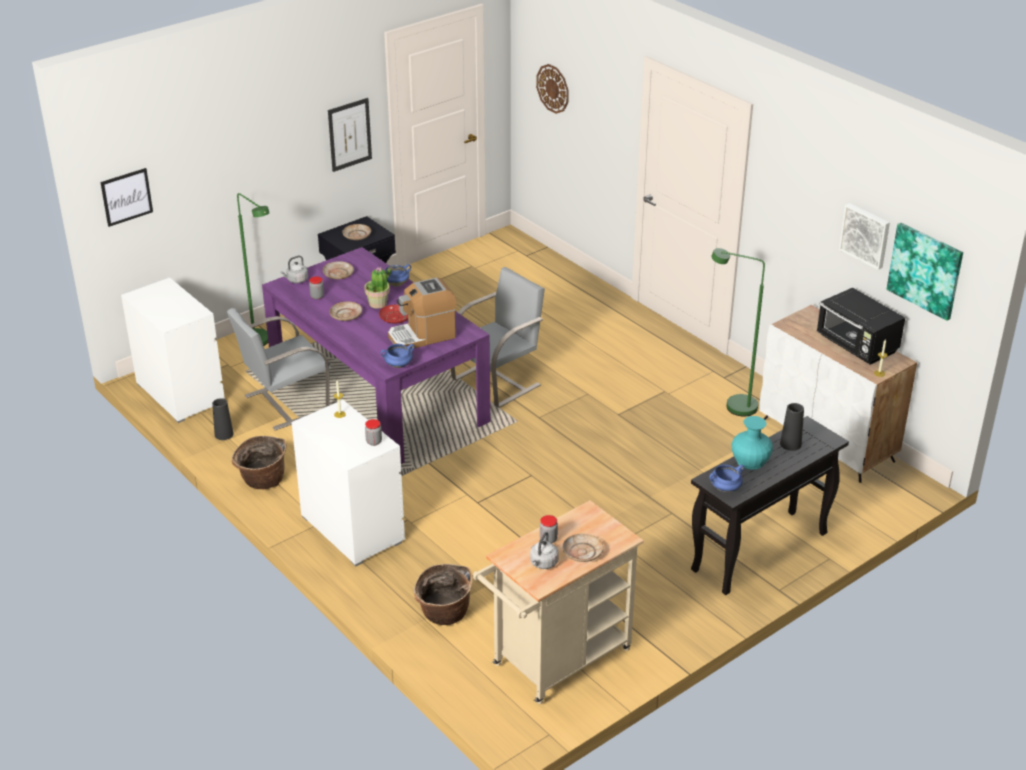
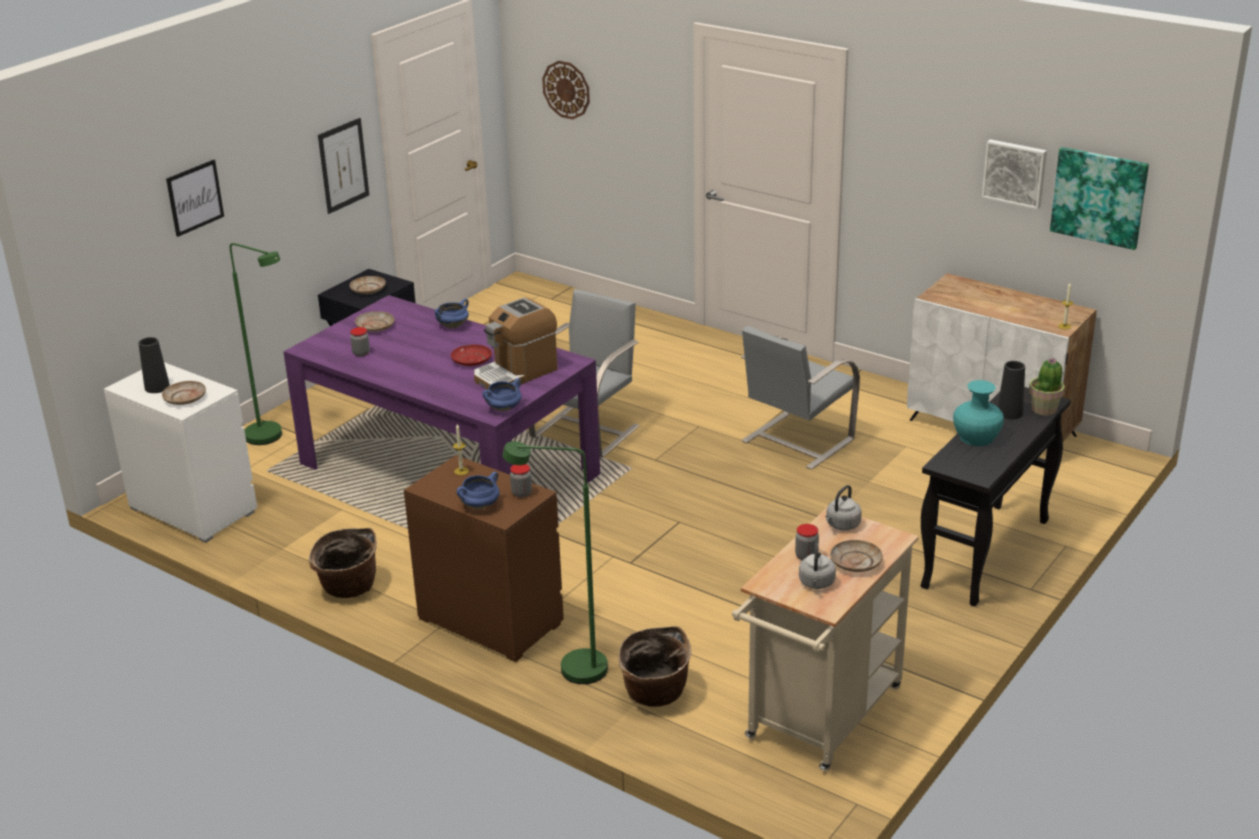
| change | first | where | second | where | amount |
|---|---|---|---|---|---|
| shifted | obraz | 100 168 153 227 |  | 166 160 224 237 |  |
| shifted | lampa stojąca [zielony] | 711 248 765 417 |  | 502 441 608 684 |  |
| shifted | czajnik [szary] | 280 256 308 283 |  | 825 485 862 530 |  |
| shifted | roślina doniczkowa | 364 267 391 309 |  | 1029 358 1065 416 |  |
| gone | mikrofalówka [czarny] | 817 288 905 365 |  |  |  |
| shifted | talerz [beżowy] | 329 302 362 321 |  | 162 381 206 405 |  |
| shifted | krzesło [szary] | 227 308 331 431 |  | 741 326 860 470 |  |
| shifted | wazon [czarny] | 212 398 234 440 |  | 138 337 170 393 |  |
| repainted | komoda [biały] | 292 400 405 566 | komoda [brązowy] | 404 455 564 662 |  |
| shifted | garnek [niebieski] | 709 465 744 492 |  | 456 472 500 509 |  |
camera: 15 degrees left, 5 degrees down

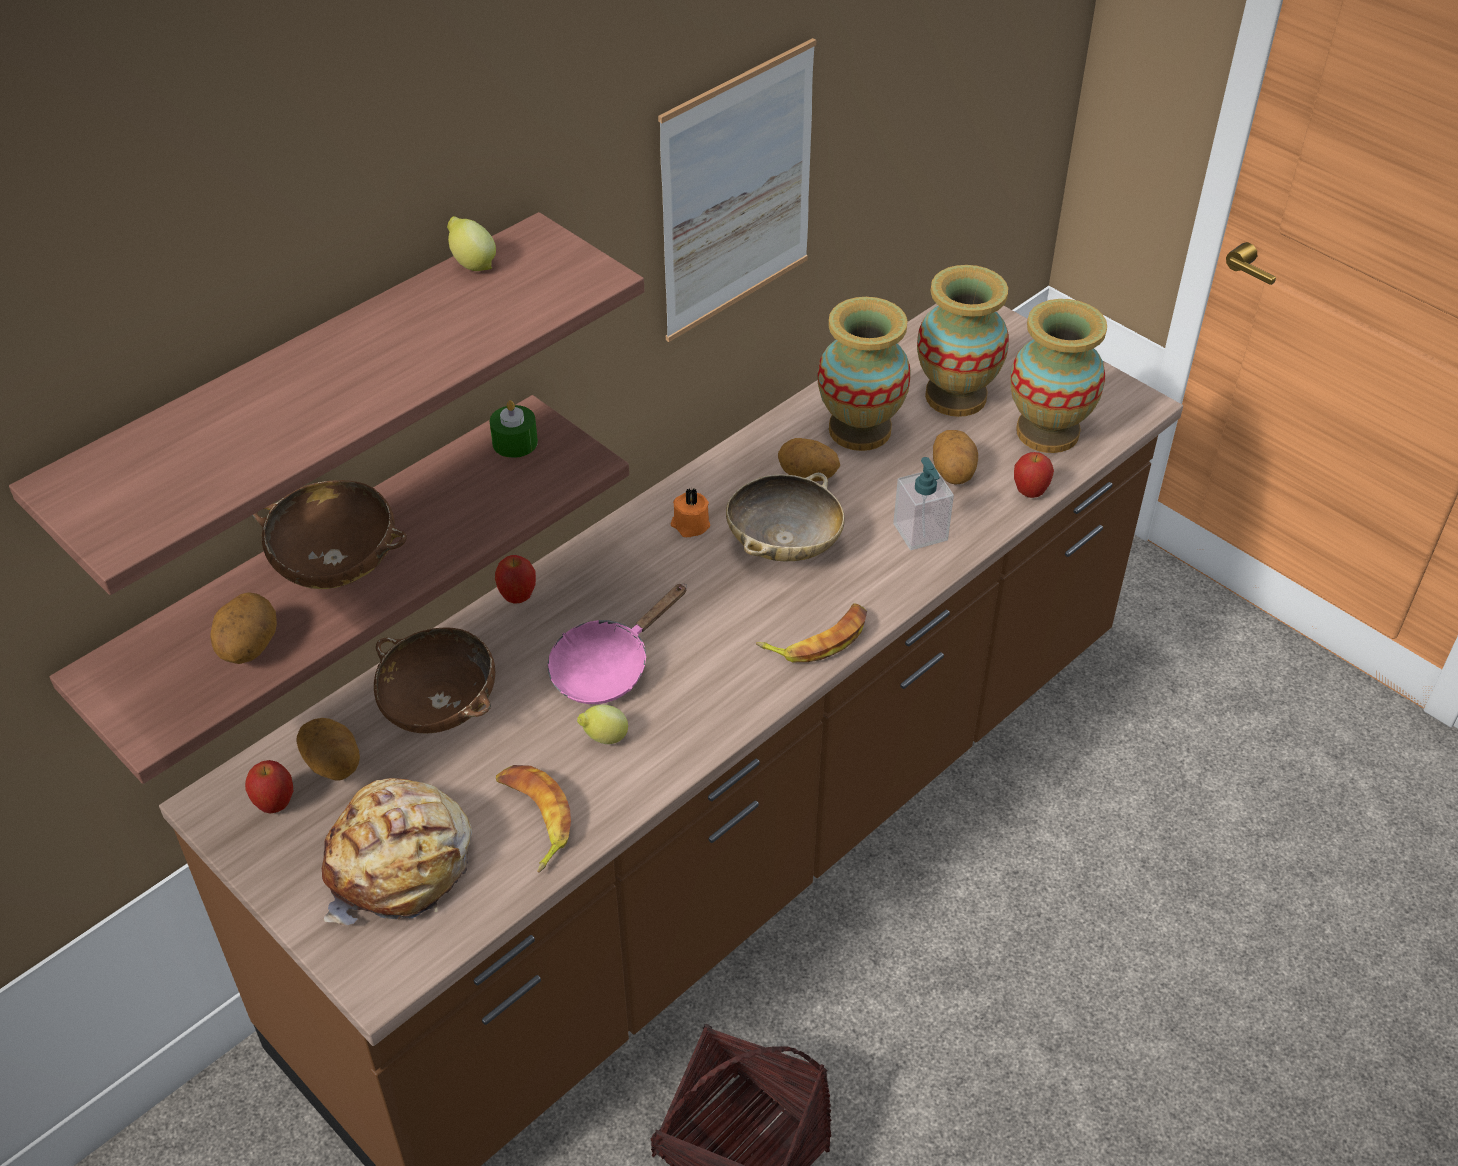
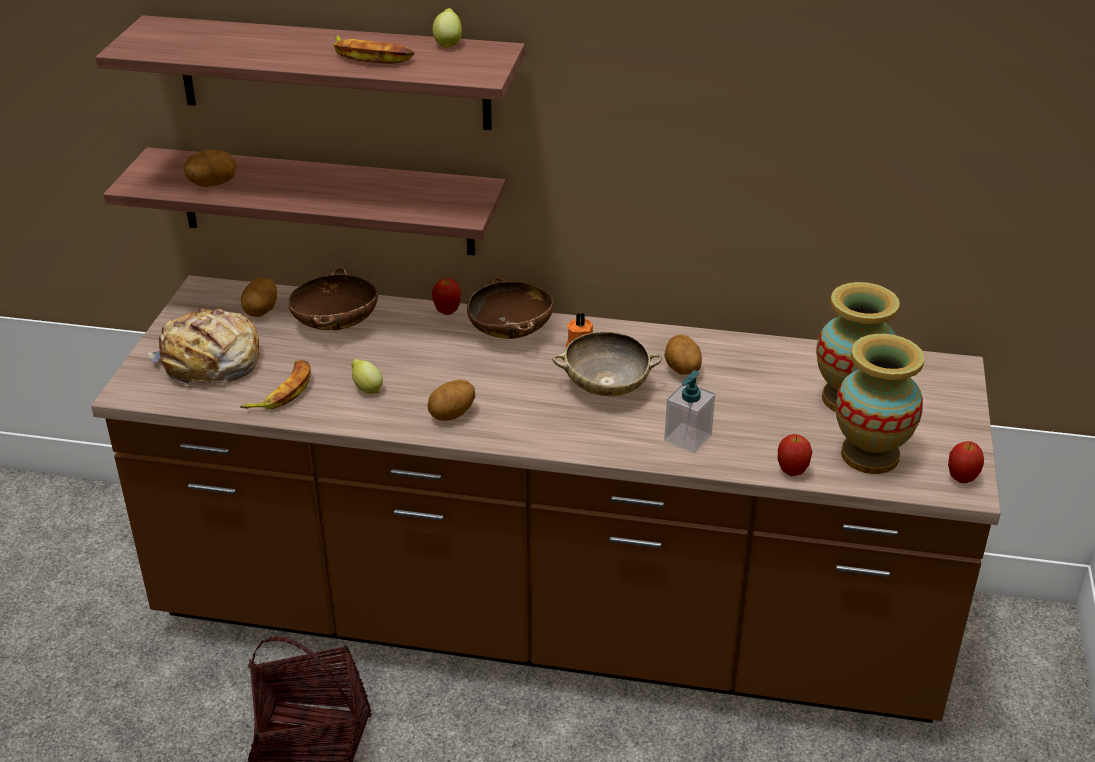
| change | first | where | second | where | amount |
|---|---|---|---|---|---|
| gone | obraz | 658 38 816 342 |  |  |  |
| gone | wazon | 818 297 911 451 |  |  |  |
| gone | świeca [zielony] | 489 400 538 458 |  |  |  |
| shifted | ziemniak | 933 430 978 485 |  | 427 379 475 421 |  |
| shifted | miska [brązowy] | 252 480 407 589 |  | 467 277 554 339 |  |
| gone | patelnia [różowy] | 548 584 687 704 |  |  |  |
| shifted | banan | 756 603 867 662 |  | 333 35 415 64 |  |
| shifted | jabłko | 245 760 293 814 |  | 948 441 984 483 |  |
camera: 55 degrees right, 10 degrees down

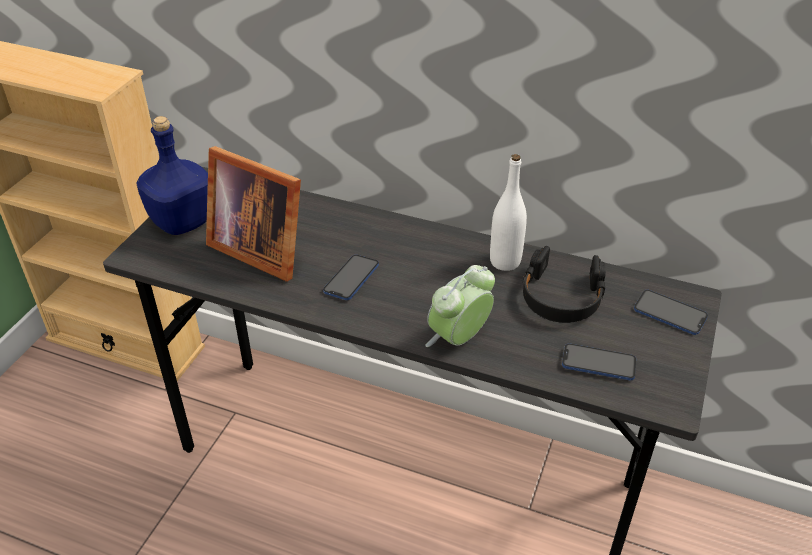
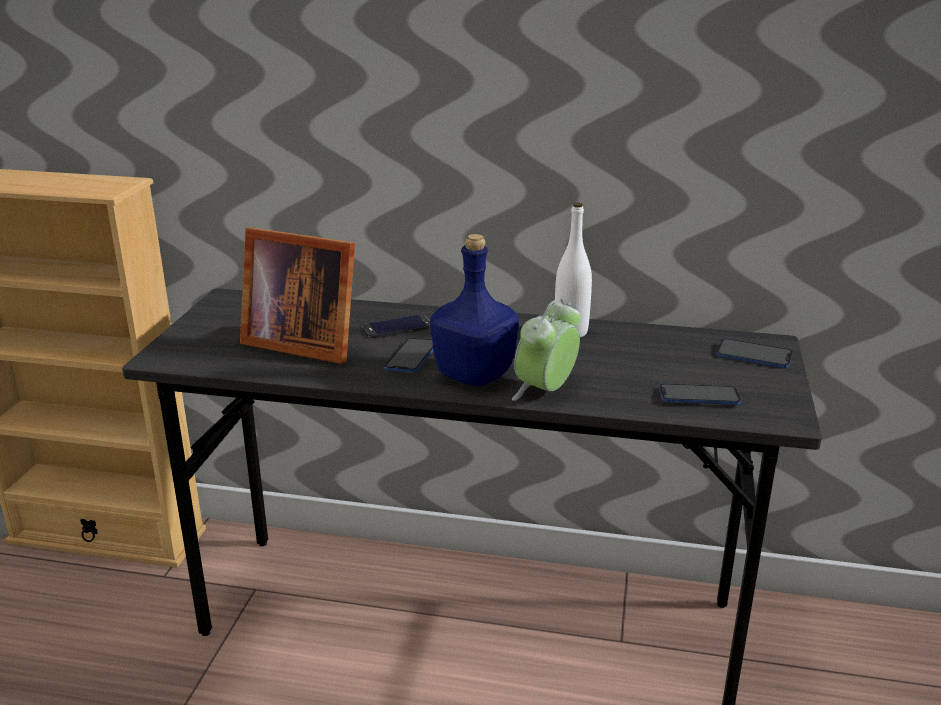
| change | first | where | second | where | amount |
|---|---|---|---|---|---|
| shifted | butelka [niebieski] | 136 116 208 235 |  | 430 234 519 386 |  |
| gone | słuchawki [czarny] | 523 246 606 323 |  |  |  |
| new |  |  | telefon | 363 315 430 339 |  |
camera: 10 degrees left, 15 degrees down

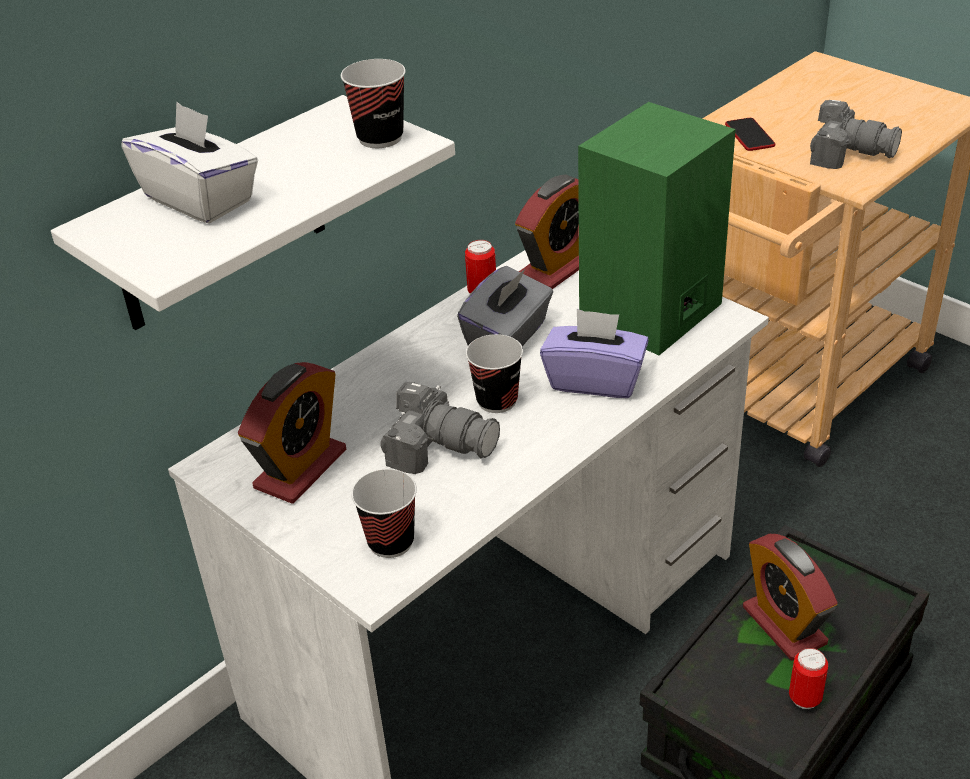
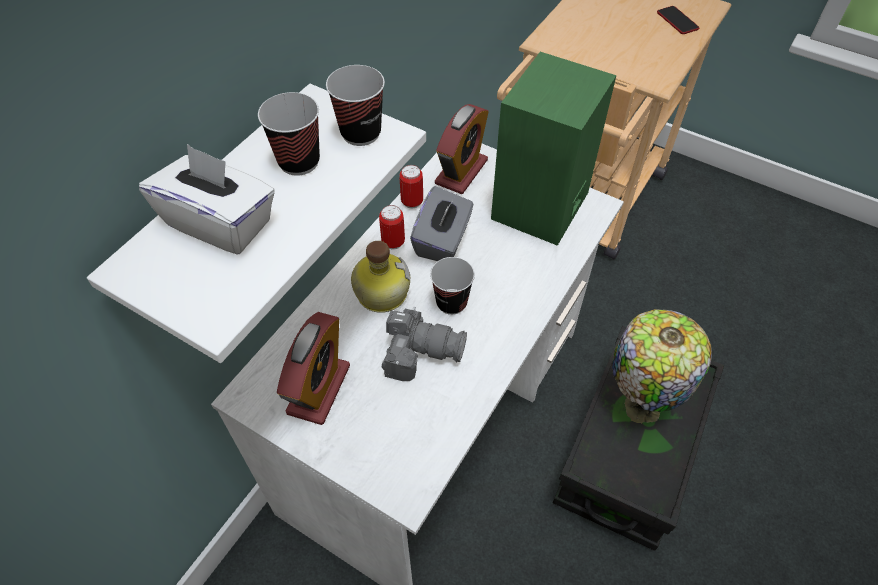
| change | first | where | second | where | amount |
|---|---|---|---|---|---|
| gone | aparat fotograficzny | 810 100 902 169 |  |  |  |
| shifted | telefon | 725 118 775 151 |  | 657 6 699 34 |  |
| gone | pudełko chusteczek [fioletowy] | 540 309 649 398 |  |  |  |
| shifted | filiżanka | 351 469 417 558 |  | 258 92 320 176 |  |
| swapped | budzik | 743 534 838 660 | lampa stołowa | 612 309 712 424 |  |
| shifted | puszka | 789 648 828 709 |  | 379 205 405 249 |  |
| new |  |  | butelka | 351 241 410 313 |  |
camera: 15 degrees left, 15 degrees up

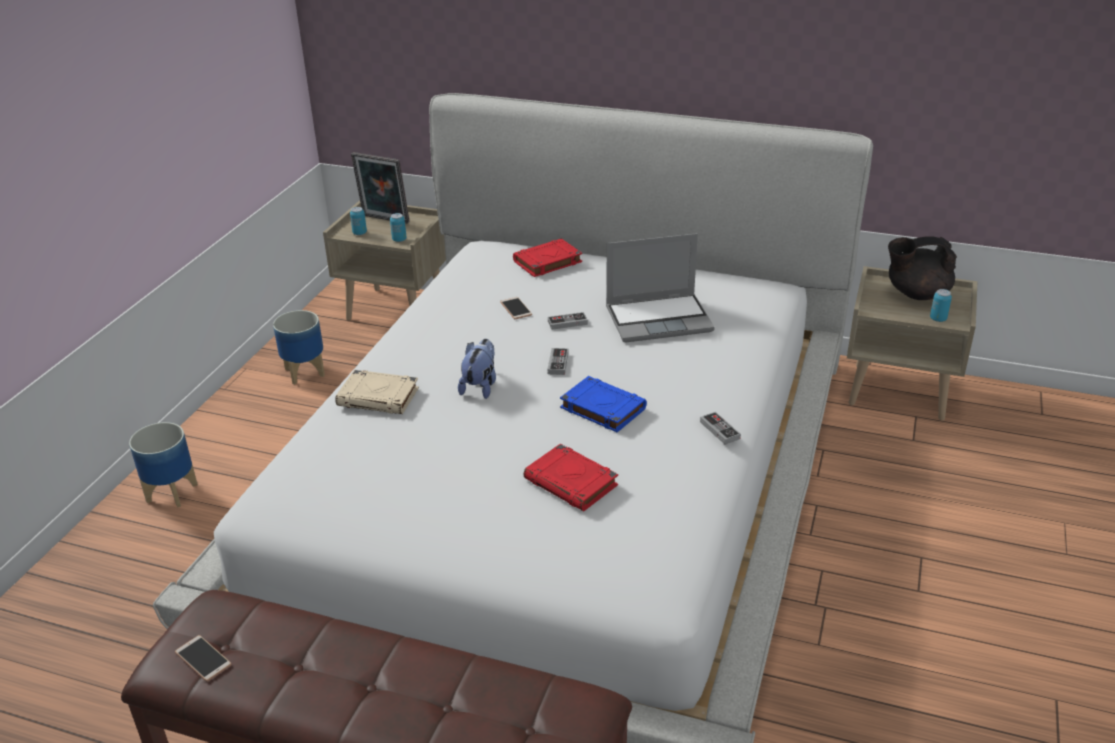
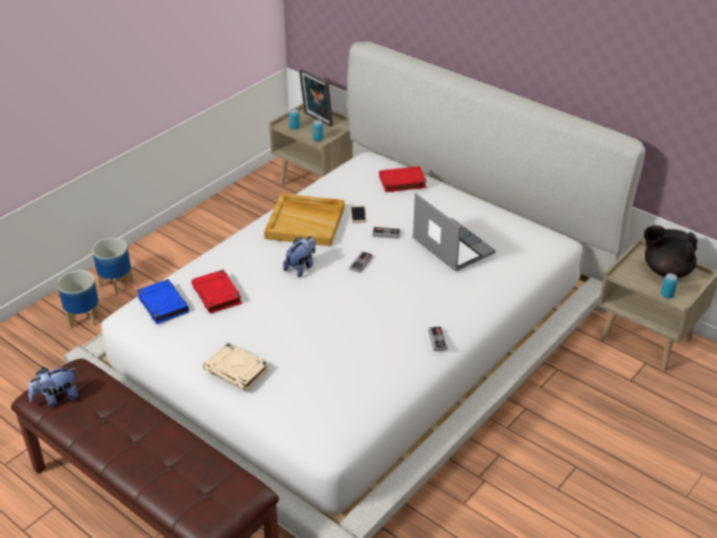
| change | first | where | second | where | amount |
|---|---|---|---|---|---|
| rotated | laptop | 606 233 715 343 |  | 412 193 496 271 | 135 degrees counterclockwise |
| shifted | donica | 273 310 325 384 |  | 57 270 99 328 |  |
| shifted | książka [beżowy] | 335 370 419 414 |  | 203 343 269 391 |  |
| shifted | książka [niebieski] | 560 376 647 432 |  | 137 279 189 324 |  |
| shifted | książka [czerwony] | 524 444 618 511 |  | 191 270 242 313 |  |
| swapped | telefon | 175 635 232 682 | pluszak | 28 367 78 407 |  |
| new |  |  | taca [beżowy] | 264 193 345 246 |  |
camera: 20 degrees right, 5 degrees up

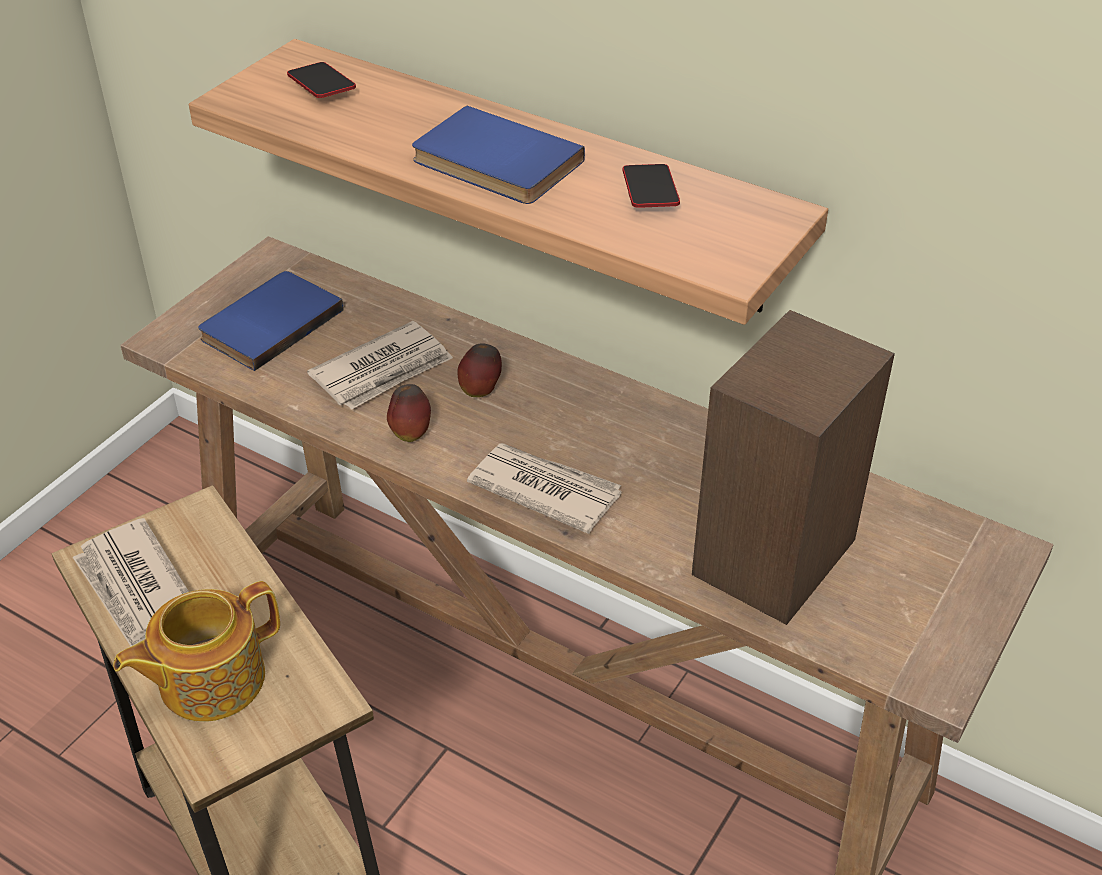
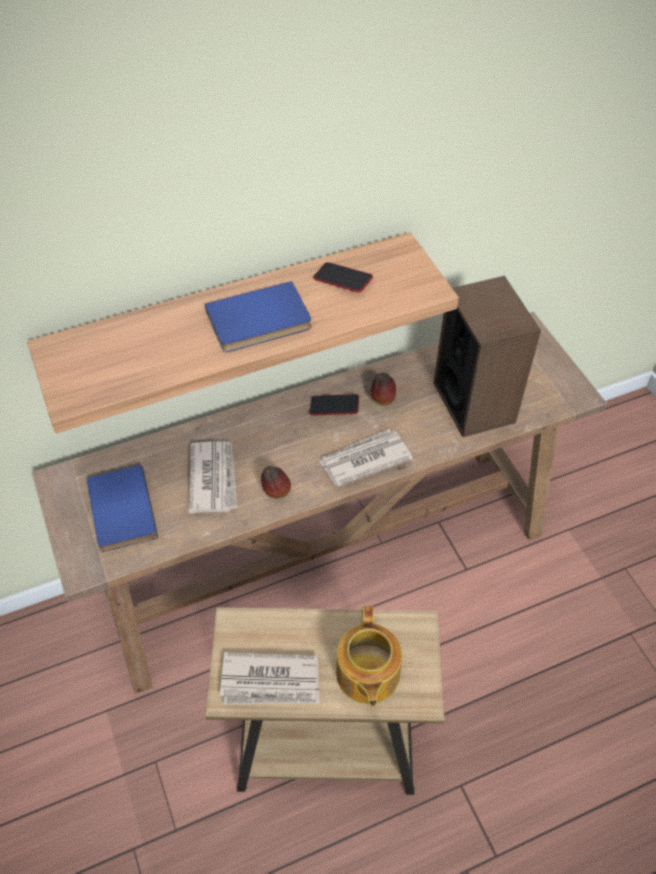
| change | first | where | second | where | amount |
|---|---|---|---|---|---|
| shifted | telefon | 287 62 356 98 |  | 310 394 359 416 |  |
| shifted | jabłko | 457 343 502 397 |  | 371 373 396 406 |  |
camera: 55 degrees left, 10 degrees up

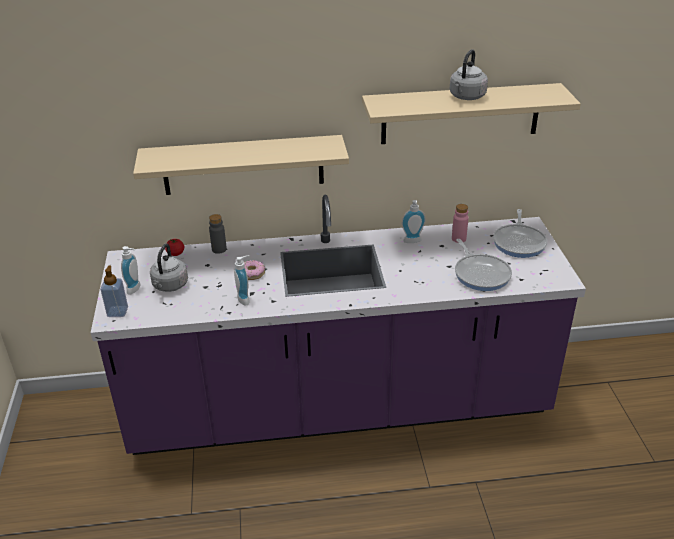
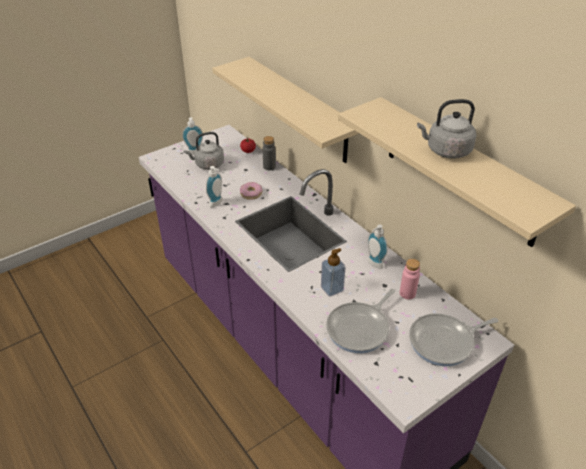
| change | first | where | second | where | amount |
|---|---|---|---|---|---|
| shifted | dozownik mydła | 100 265 128 317 |  | 321 248 346 297 |  |
camera: 60 degrees right, 5 degrees up

